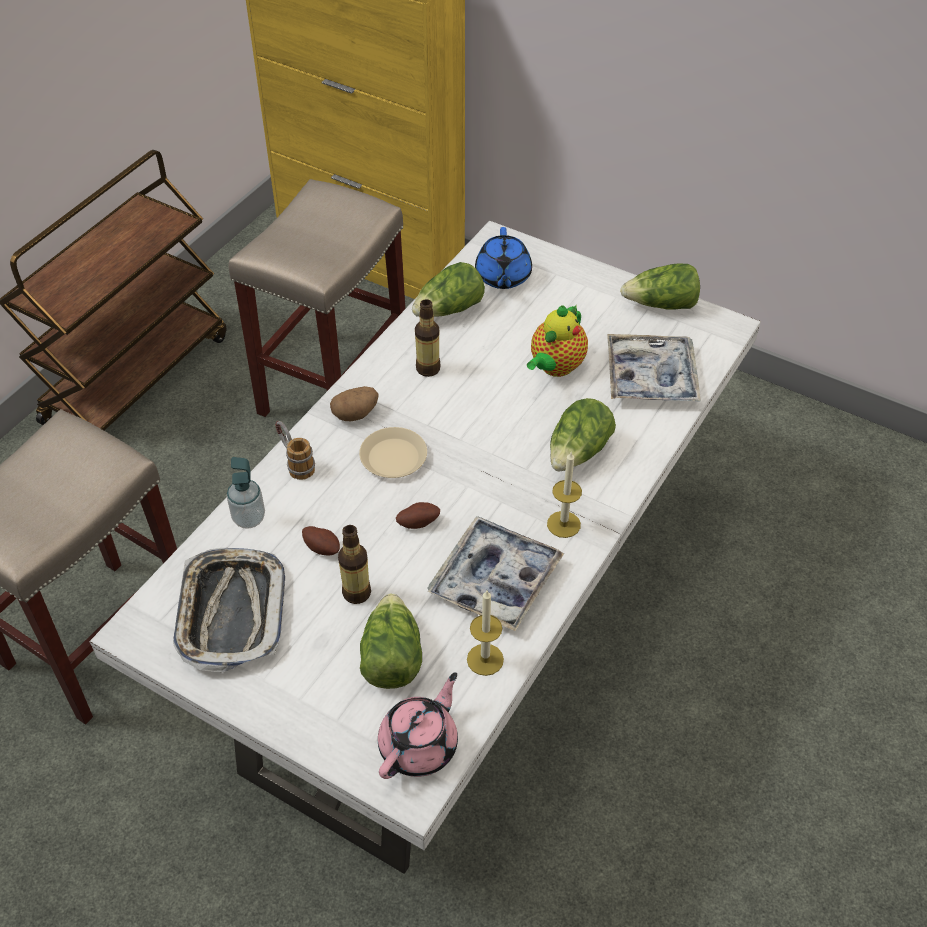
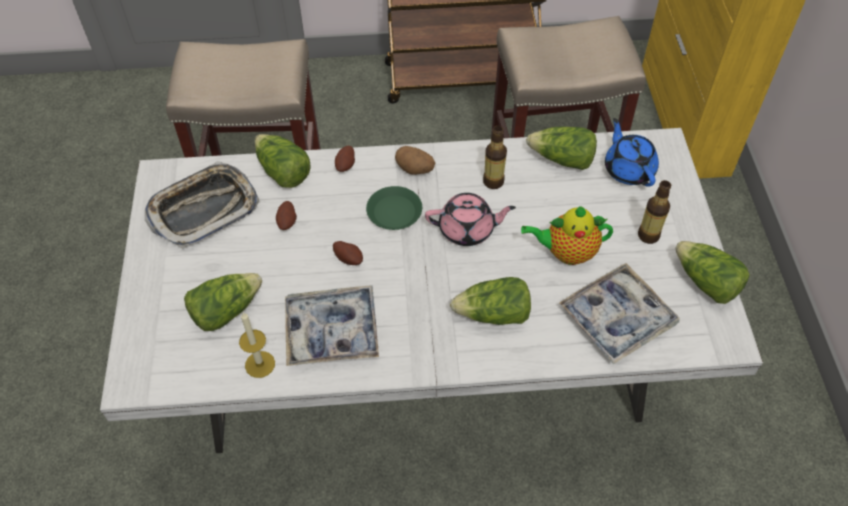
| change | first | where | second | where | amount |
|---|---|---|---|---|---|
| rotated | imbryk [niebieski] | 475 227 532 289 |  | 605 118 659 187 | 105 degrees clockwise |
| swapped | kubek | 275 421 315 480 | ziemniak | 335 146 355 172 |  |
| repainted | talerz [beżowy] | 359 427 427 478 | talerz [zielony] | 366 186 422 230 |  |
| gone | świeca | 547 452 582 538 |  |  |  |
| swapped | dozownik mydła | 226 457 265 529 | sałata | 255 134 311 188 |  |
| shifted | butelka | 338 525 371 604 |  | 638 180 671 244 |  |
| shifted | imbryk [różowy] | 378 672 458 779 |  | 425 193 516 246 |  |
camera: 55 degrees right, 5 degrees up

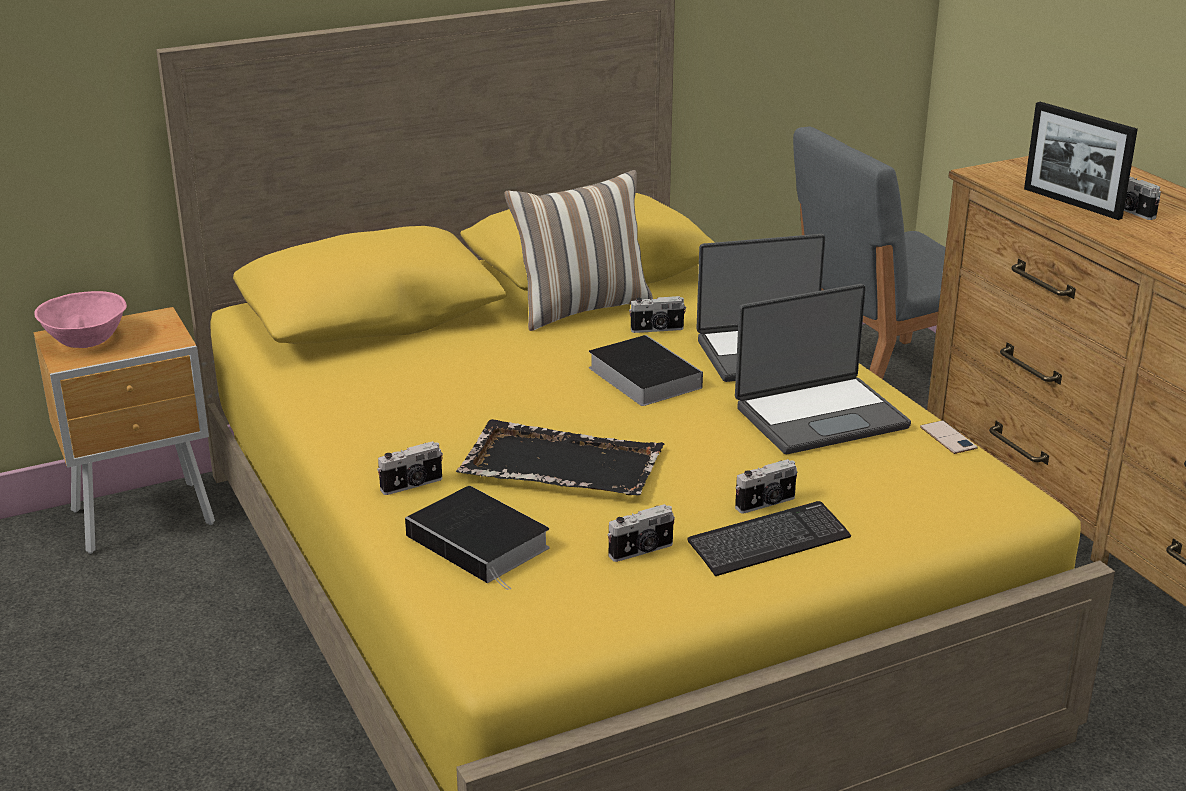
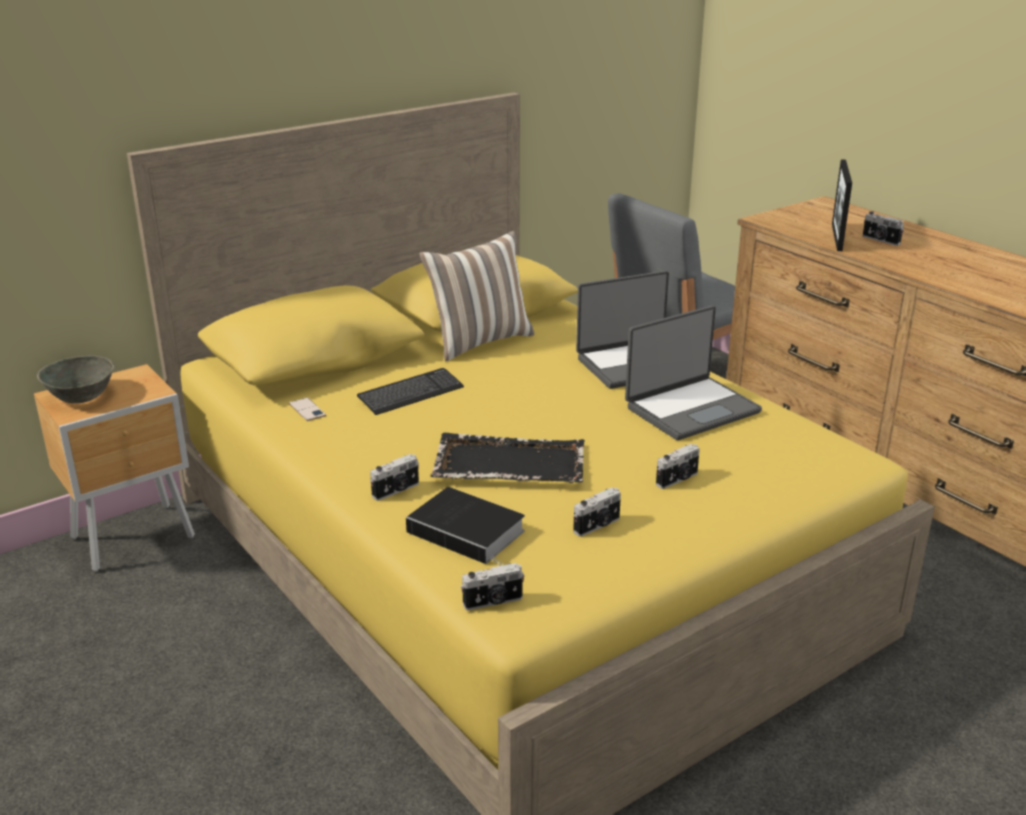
| change | first | where | second | where | amount |
|---|---|---|---|---|---|
| rotated | ramka na zdjęcie | 1024 102 1138 220 |  | 832 159 852 251 | 60 degrees clockwise |
| repainted | miska [różowy] | 34 291 127 348 | miska [szary] | 37 355 115 403 |  |
| shifted | aparat fotograficzny | 629 296 686 333 |  | 461 563 525 610 |  |
| gone | książka | 589 335 703 406 |  |  |  |
| shifted | telefon | 920 420 978 454 |  | 289 397 326 421 |  |
| shifted | klawiatura | 687 501 851 576 |  | 357 368 464 415 |  |
camera: 10 degrees left, 0 degrees up

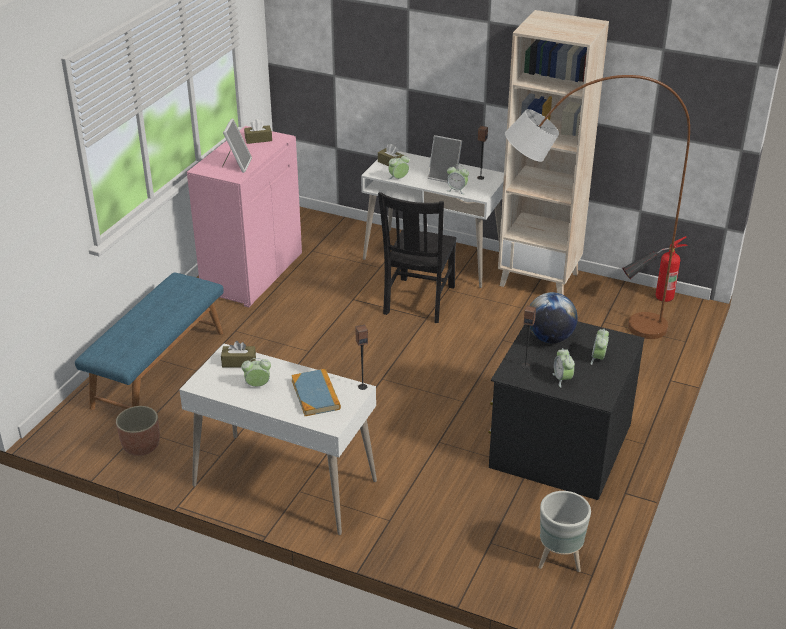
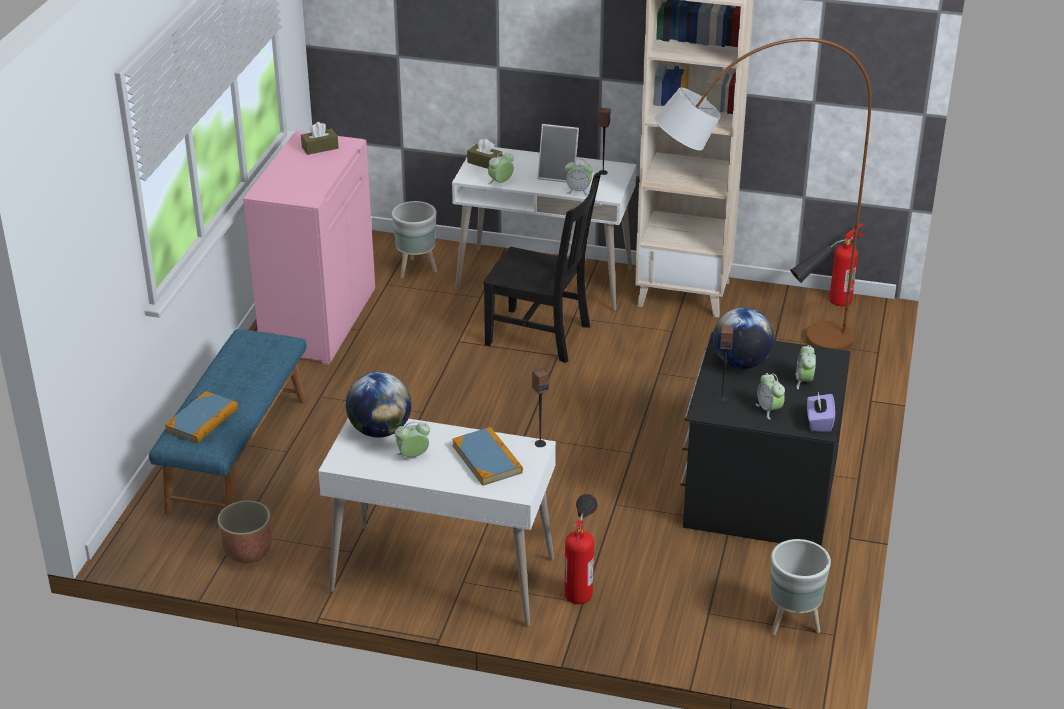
| change | first | where | second | where | amount |
|---|---|---|---|---|---|
| gone | ramka na zdjęcie | 222 118 252 173 |  |  |  |
| rotated | krzesło [czarny] | 378 192 457 323 |  | 483 172 601 363 | 75 degrees counterclockwise |
| swapped | pudełko chusteczek [brązowy] | 221 341 256 367 | globus | 346 372 411 438 |  |
| new |  |  | donica [szary] | 392 201 437 278 |  |
| new |  |  | książka | 165 391 238 443 |  |
| new |  |  | pudełko chusteczek [fioletowy] | 807 392 835 432 |  |
| new |  |  | gaśnica | 564 494 597 604 |  |
camera: 10 degrees left, 0 degrees up

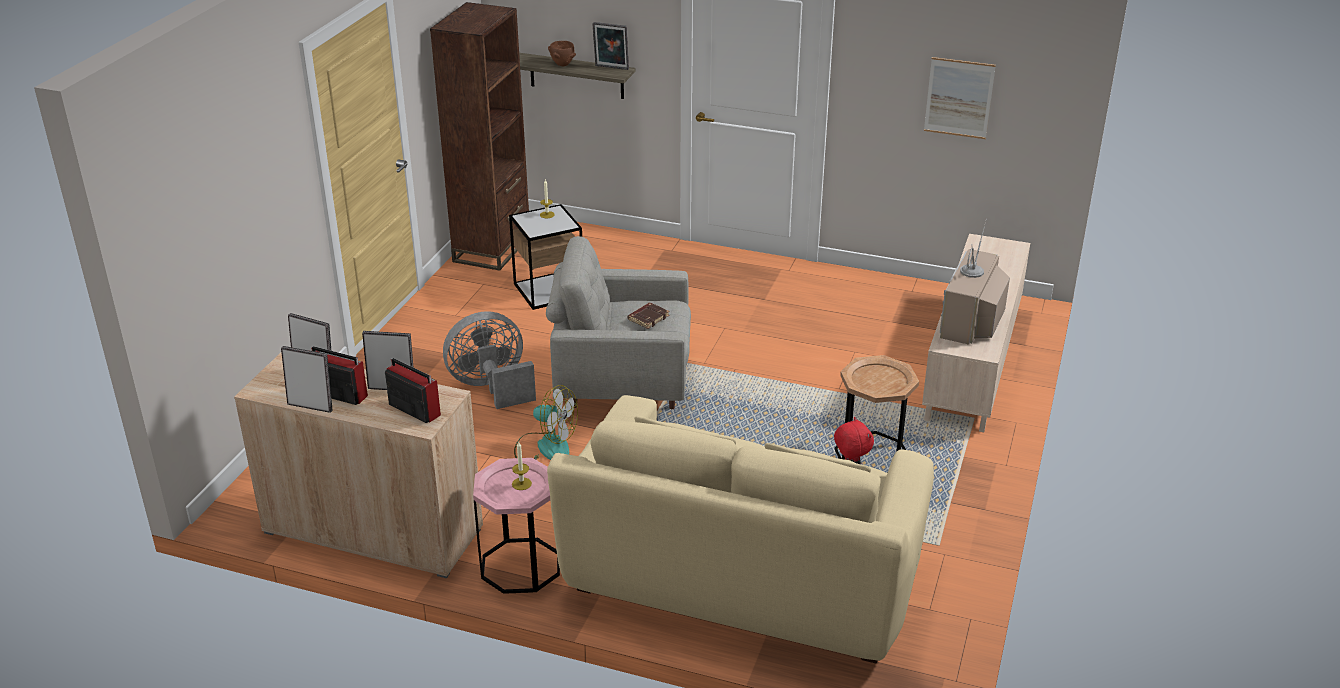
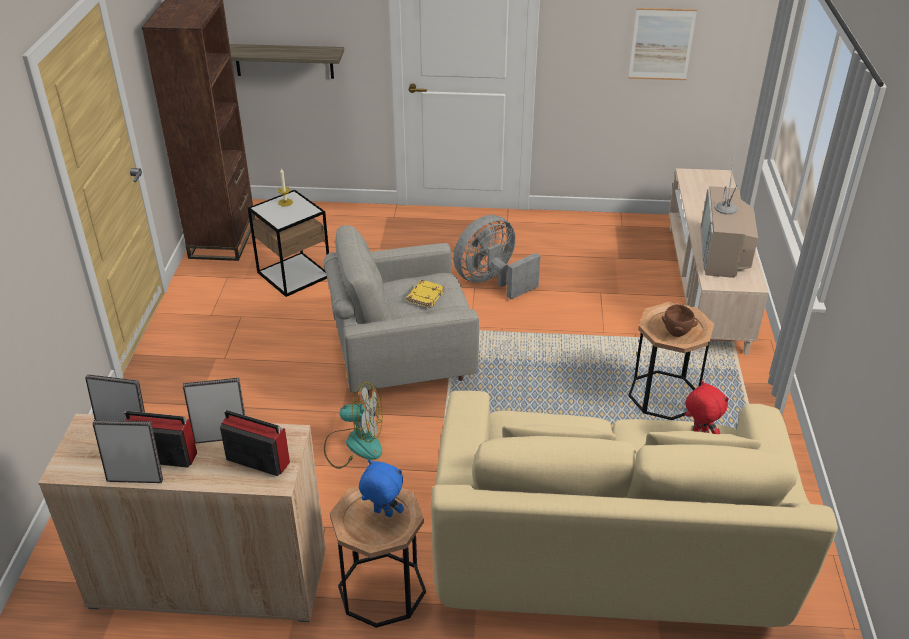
| change | first | where | second | where | amount |
|---|---|---|---|---|---|
| gone | ramka na zdjęcie | 592 22 629 70 |  |  |  |
| shifted | miska [brązowy] | 548 41 576 66 |  | 662 304 698 337 |  |
| repainted | książka [brązowy] | 628 303 669 329 | książka [żółty] | 406 280 445 308 |  |
| shifted | wentylator [szary] | 443 311 536 409 |  | 453 215 540 299 |  |
| swapped | świeca | 512 442 532 490 | pluszak [niebieski] | 359 460 404 517 |  |
| repainted | stolik [różowy] | 473 458 560 594 | stolik [brązowy] | 330 486 426 628 |  |
camera: 15 degrees left, 5 degrees up

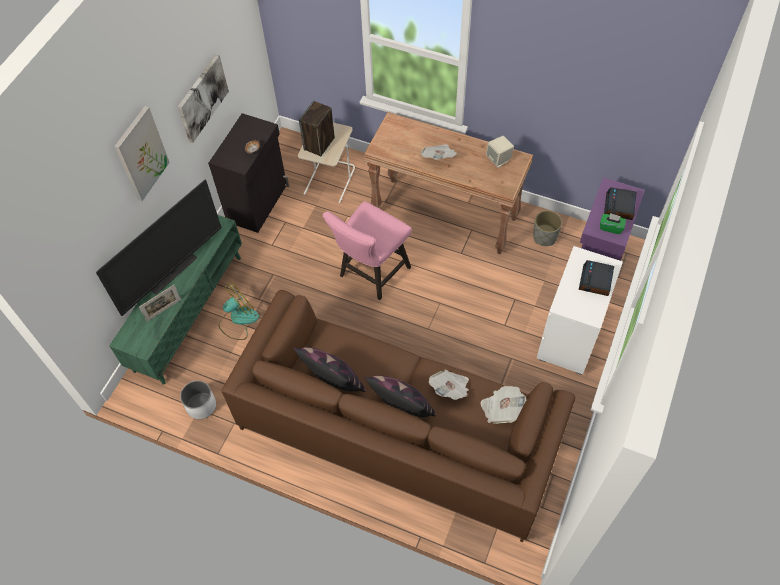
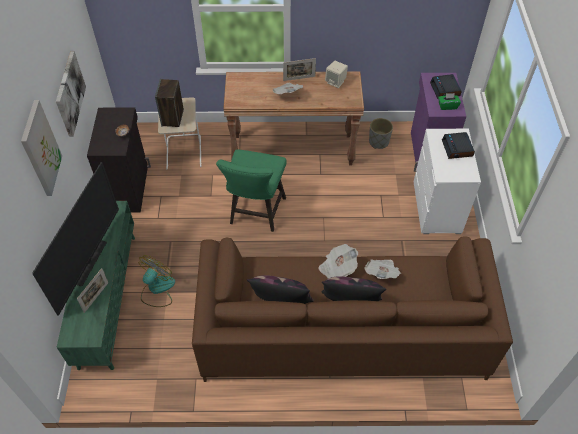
| change | first | where | second | where | amount |
|---|---|---|---|---|---|
| repainted | stołek [różowy] | 323 201 412 300 | stołek [zielony] | 216 149 286 232 |  |
| gone | donica [biały] | 180 381 216 419 |  |  |  |
| shifted | gazeta | 480 386 526 424 |  | 318 244 359 278 |  |
| new |  |  | ramka na zdjęcie | 283 58 316 81 |  |
camera: 25 degrees left, 5 degrees down

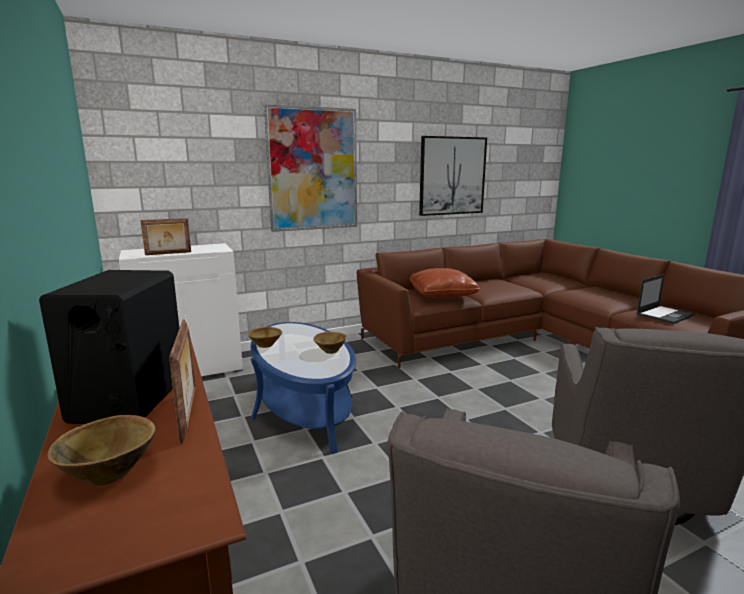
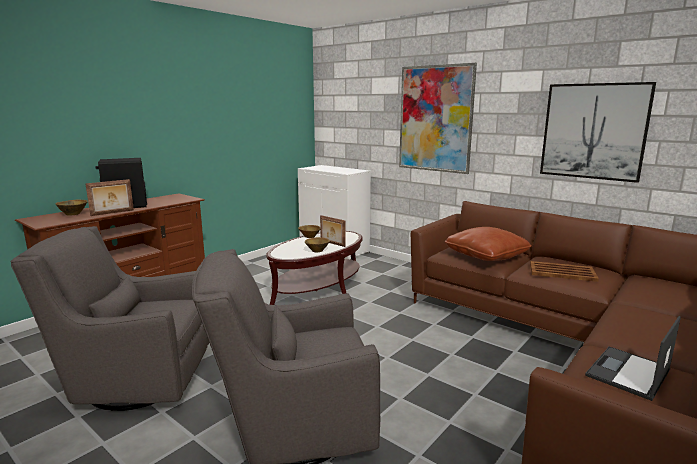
| change | first | where | second | where | amount |
|---|---|---|---|---|---|
| shifted | ramka na zdjęcie | 140 218 191 255 |  | 320 215 346 247 |  |
| rotated | laptop | 636 274 695 324 |  | 585 316 681 401 | 105 degrees clockwise |
| repainted | ława [niebieski] | 251 322 356 454 | ława [brązowy] | 266 231 363 305 |  |
| new |  |  | taca [brązowy] | 530 261 599 282 |  |
camera: 65 degrees right, 0 degrees up

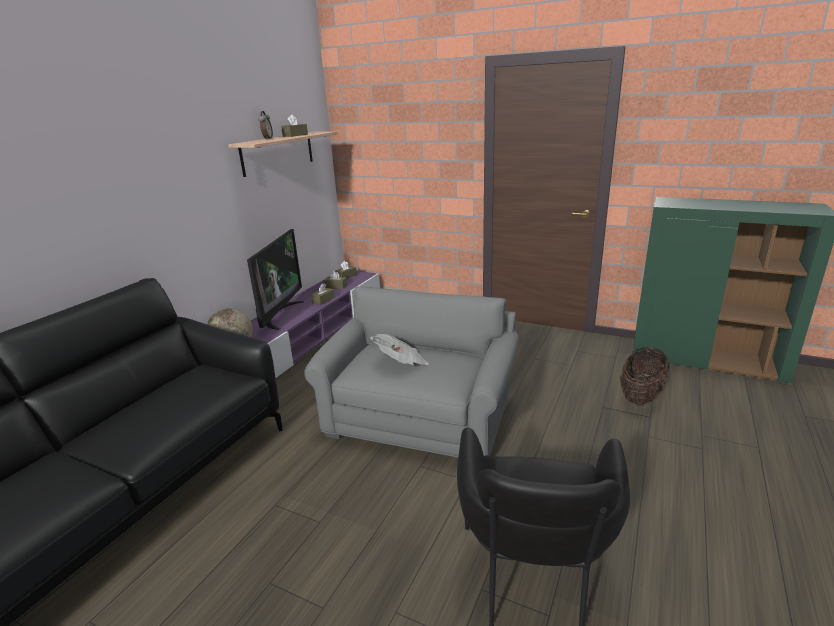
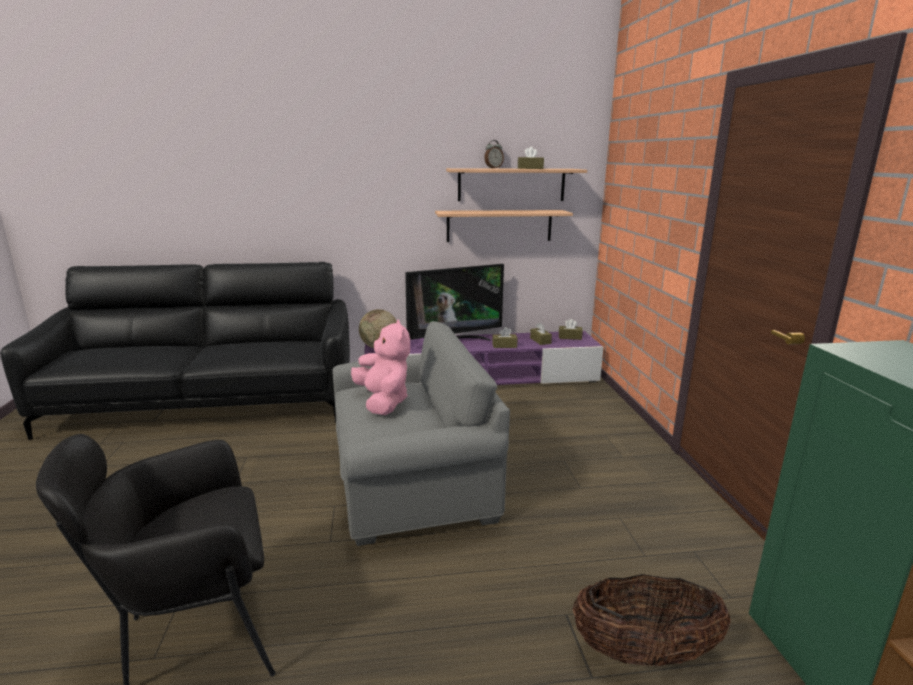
| change | first | where | second | where | amount |
|---|---|---|---|---|---|
| swapped | gazeta | 370 334 429 365 | pluszak [różowy] | 351 319 410 415 |  |
| new |  |  | półka | 435 210 573 242 |  |
camera: 55 degrees right, 5 degrees down

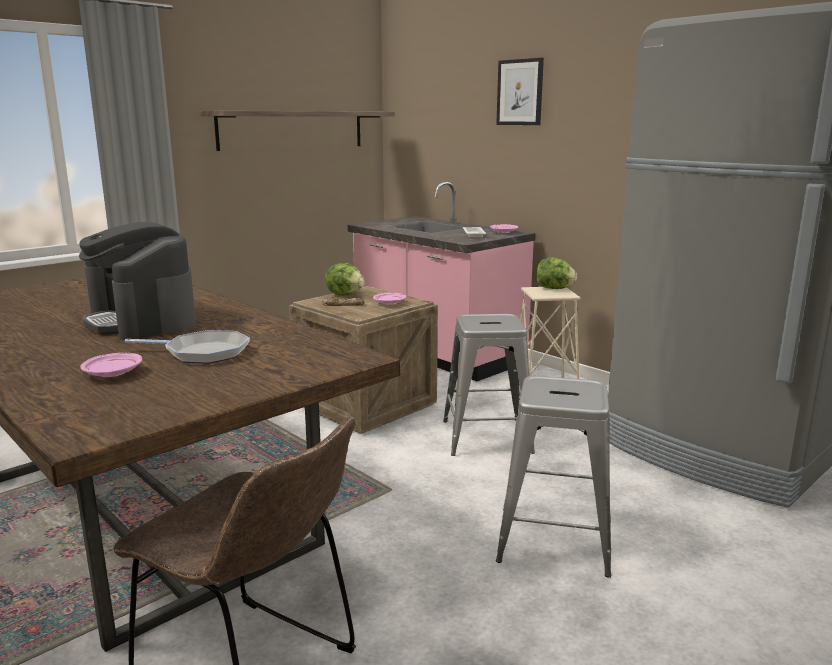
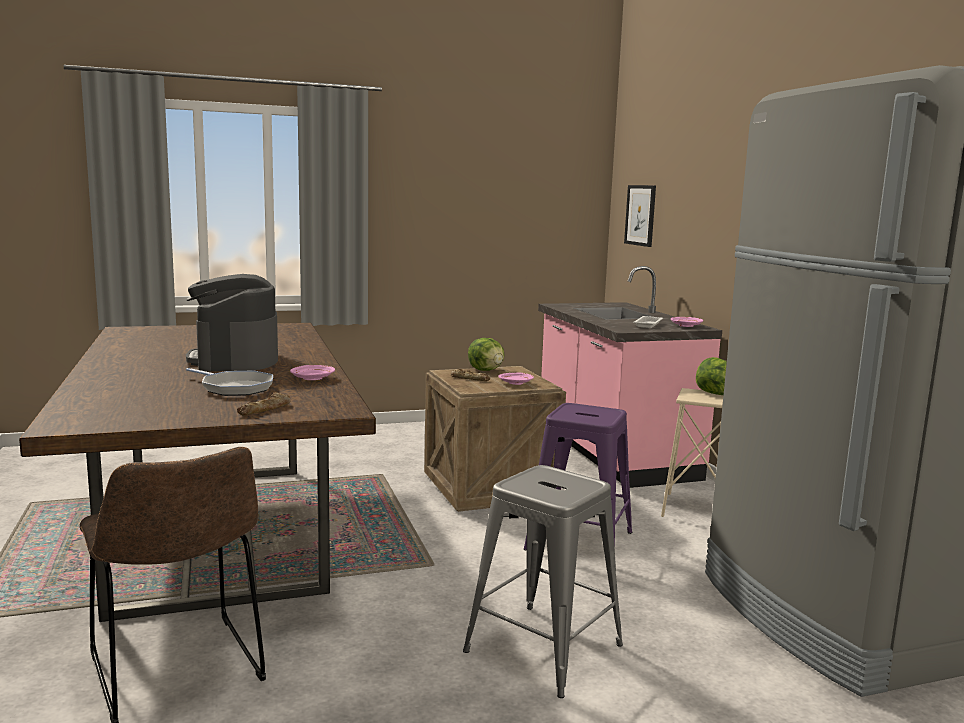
| change | first | where | second | where | amount |
|---|---|---|---|---|---|
| shifted | obraz | 496 58 544 125 |  | 624 185 656 247 |  |
| gone | półka | 200 110 395 151 |  |  |  |
| repainted | stołek [szary] | 443 314 535 456 | stołek [fioletowy] | 523 403 632 551 |  |
| shifted | talerz [różowy] | 80 353 142 377 |  | 290 365 335 380 |  |
| new |  |  | chleb | 237 392 291 416 |  |
camera: 25 degrees right, 5 degrees down

